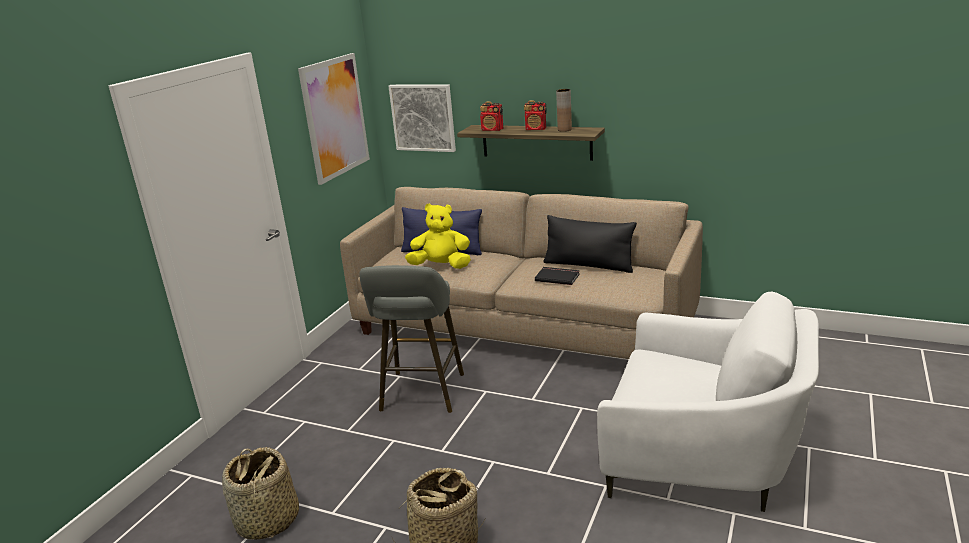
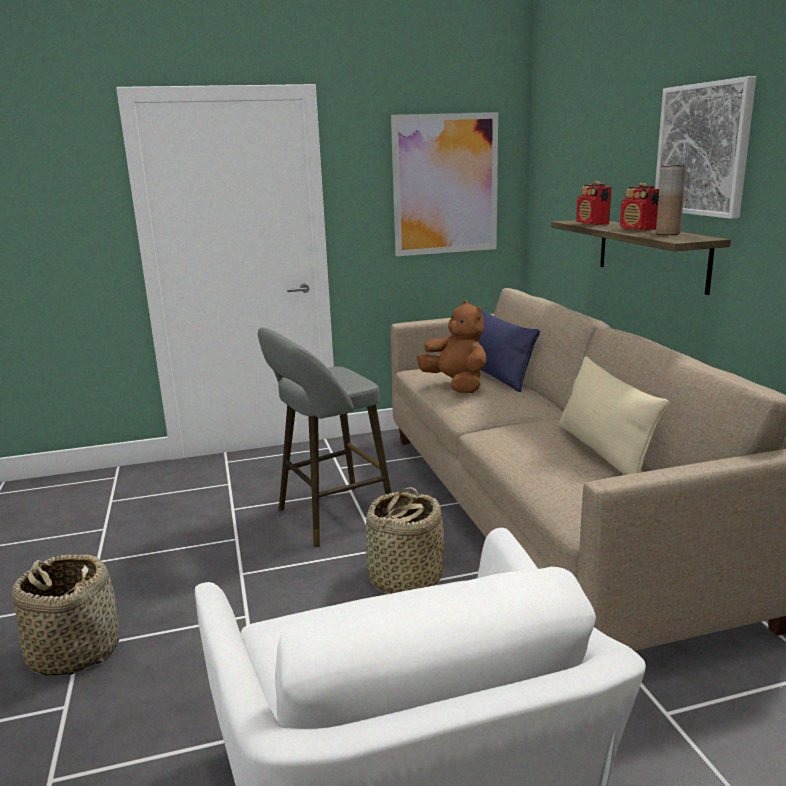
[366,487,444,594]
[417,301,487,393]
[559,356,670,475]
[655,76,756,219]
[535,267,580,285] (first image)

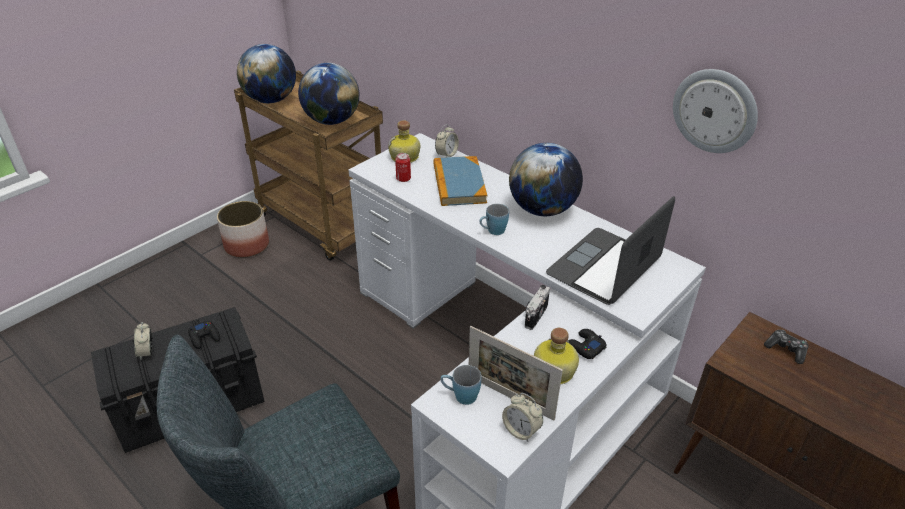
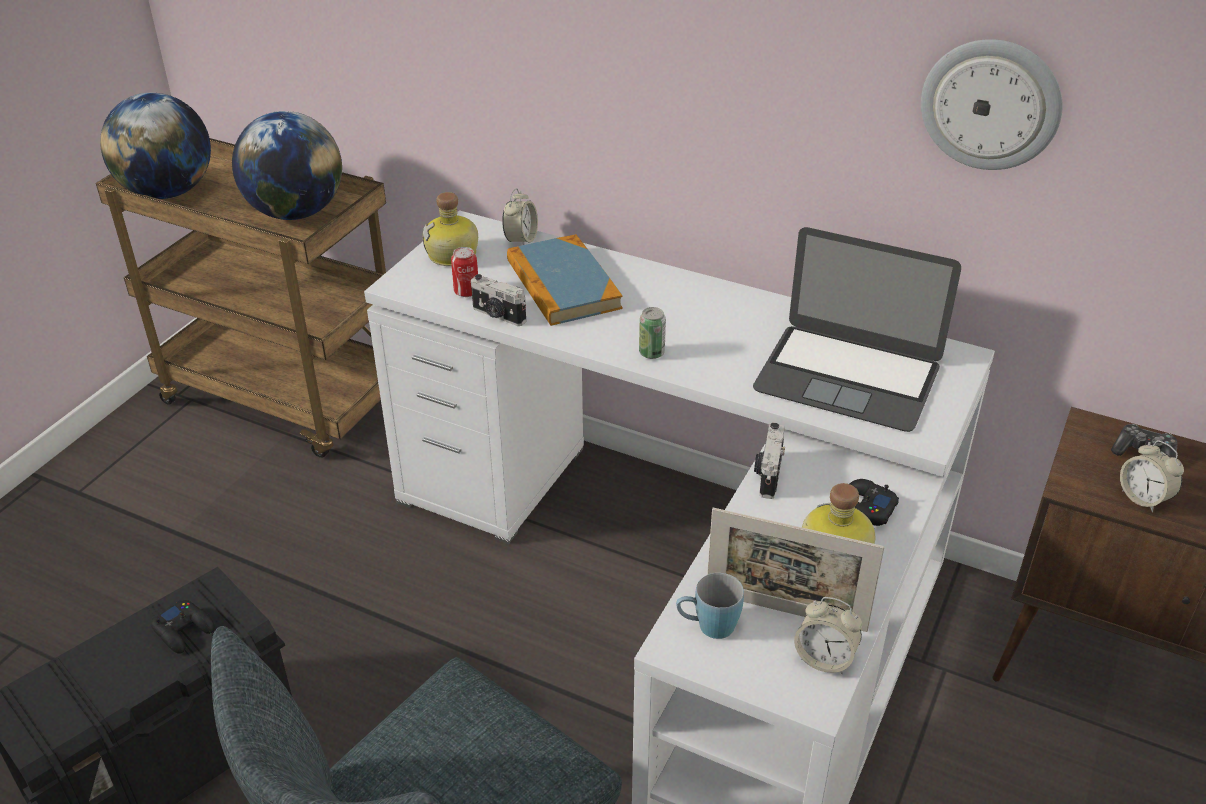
[471,274,526,326]
[639,307,666,359]
[753,227,961,432]
[1120,440,1184,512]
[217,201,269,257] (first image)
[509,143,583,216] (first image)

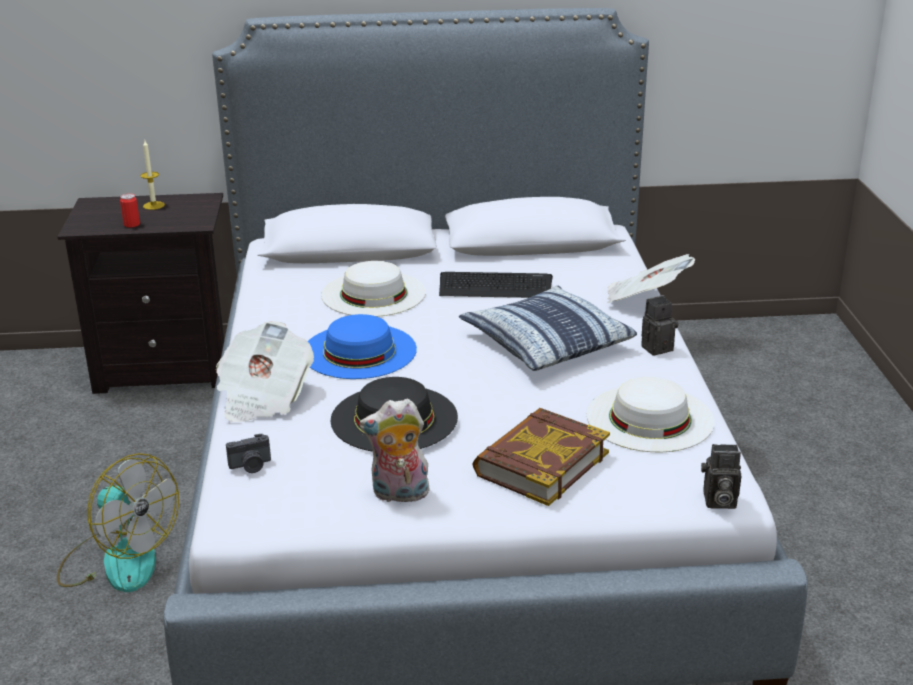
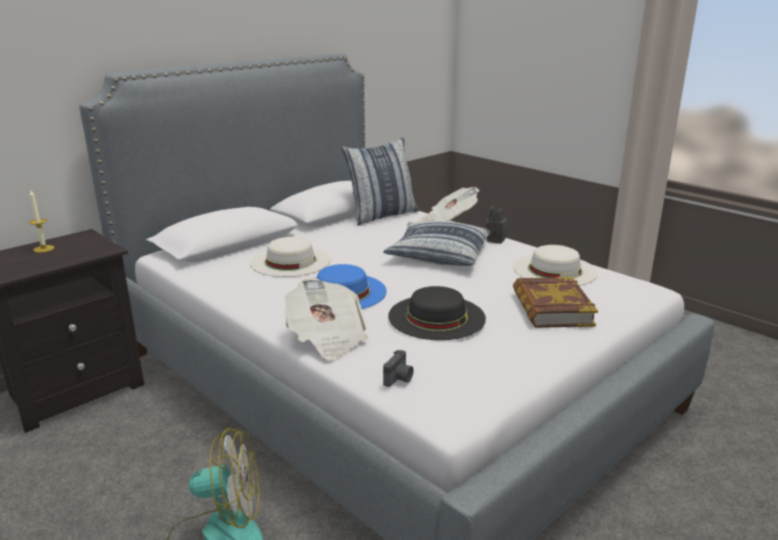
[341,137,419,225]
[120,193,140,228] (first image)
[359,399,430,502] (first image)
[439,272,553,298] (first image)
[701,444,741,509] (first image)

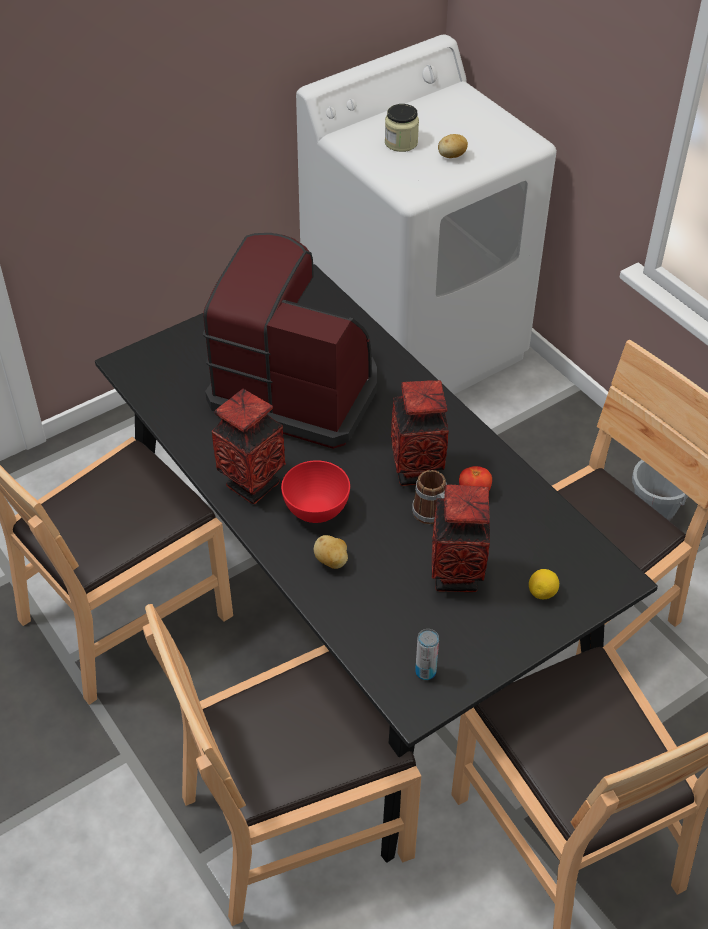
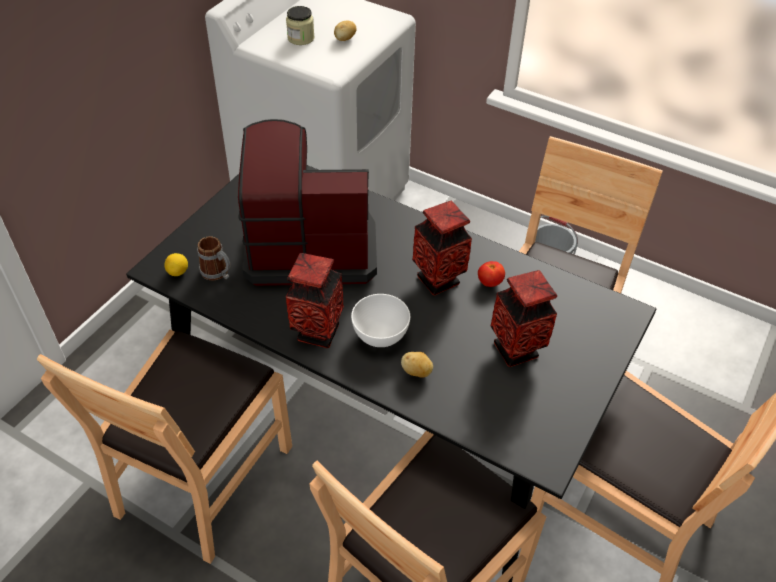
[165,253,188,276]
[197,236,231,281]
[351,294,410,347]
[415,629,439,680] (first image)

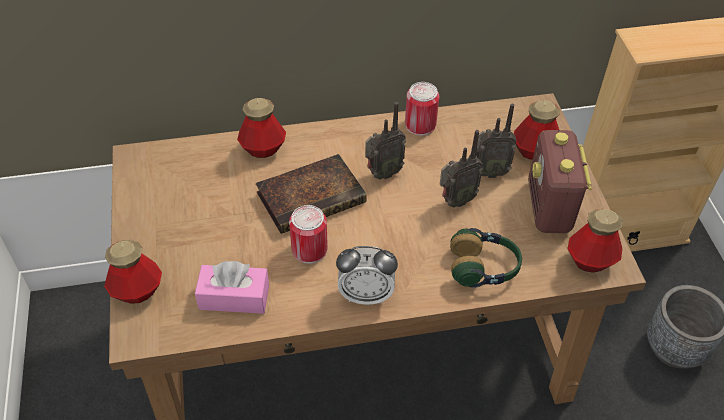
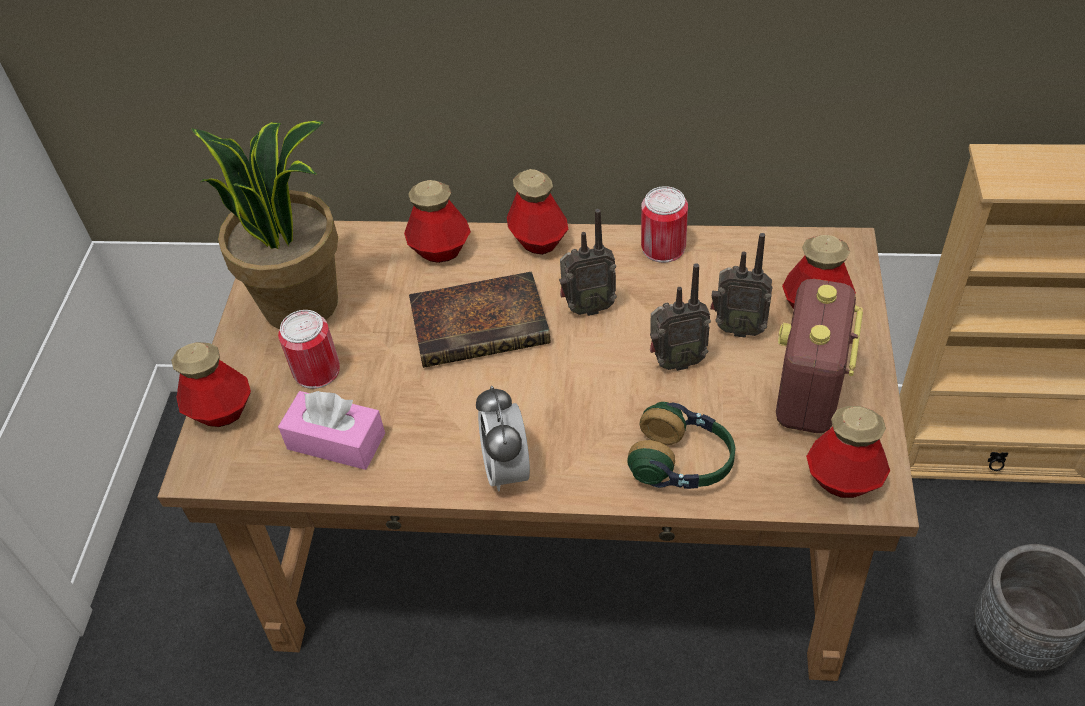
[191,121,338,329]
[278,310,340,389]
[476,386,530,491]
[507,169,568,255]

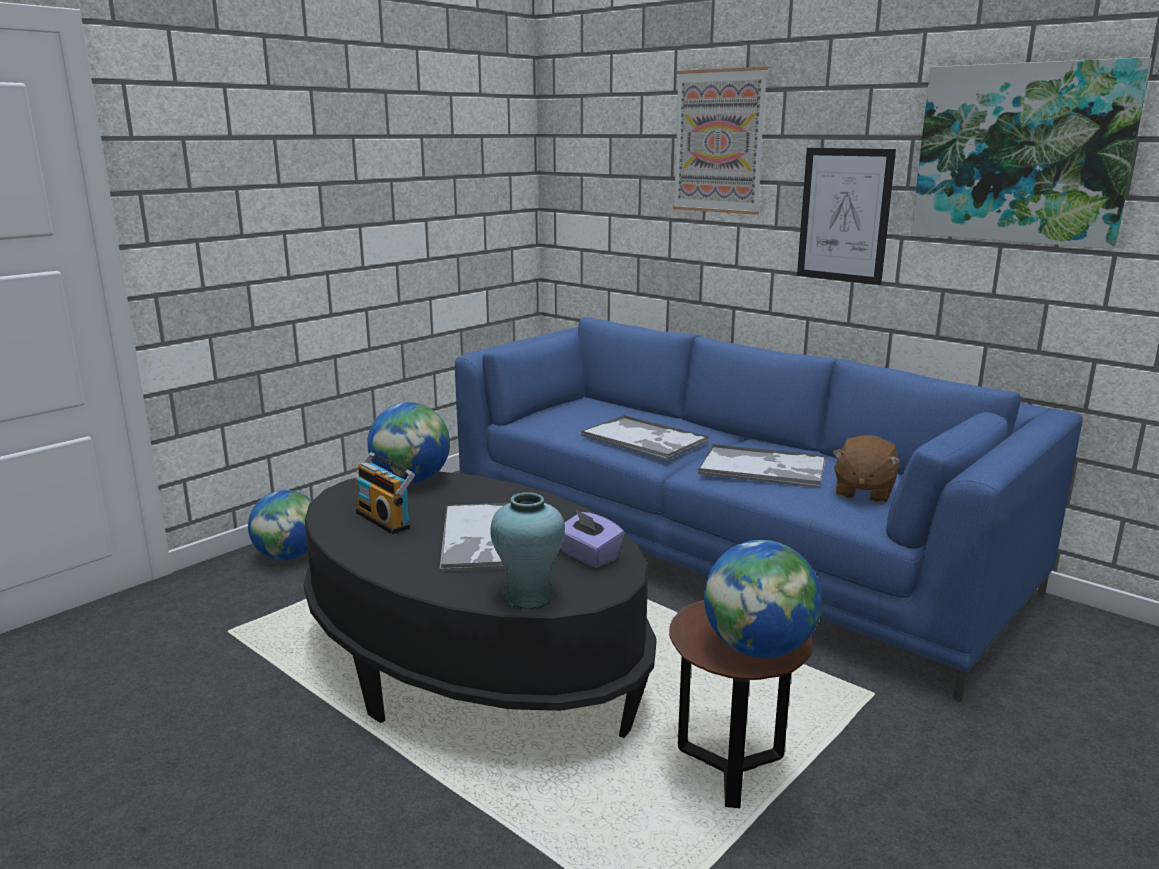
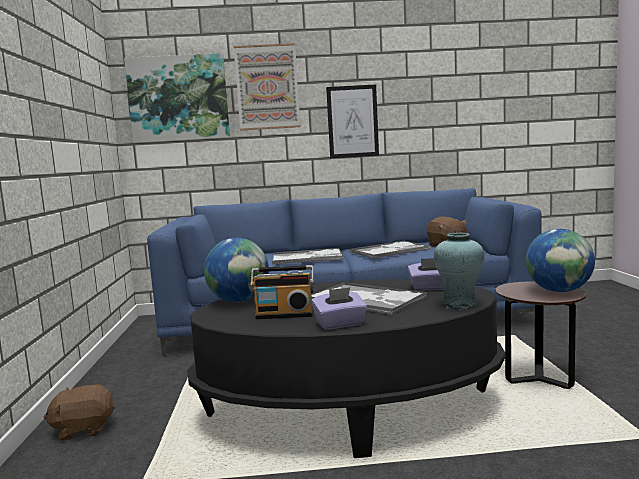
[44,384,115,441]
[124,53,230,143]
[311,287,367,330]

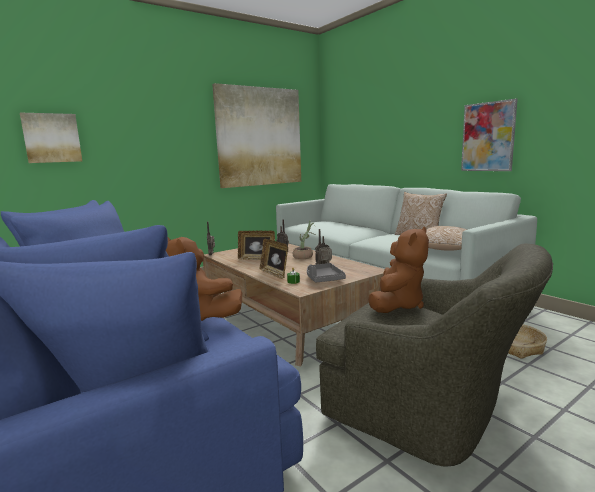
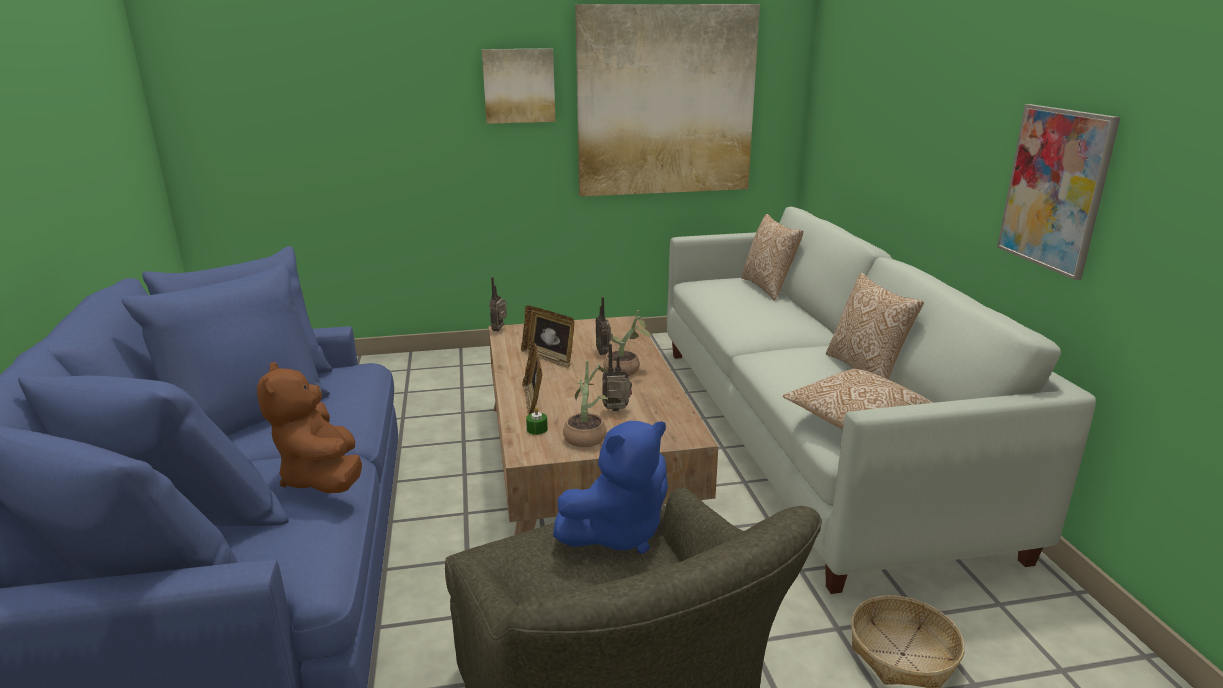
[482,48,555,124]
[553,421,668,554]
[563,361,608,447]
[741,214,804,301]

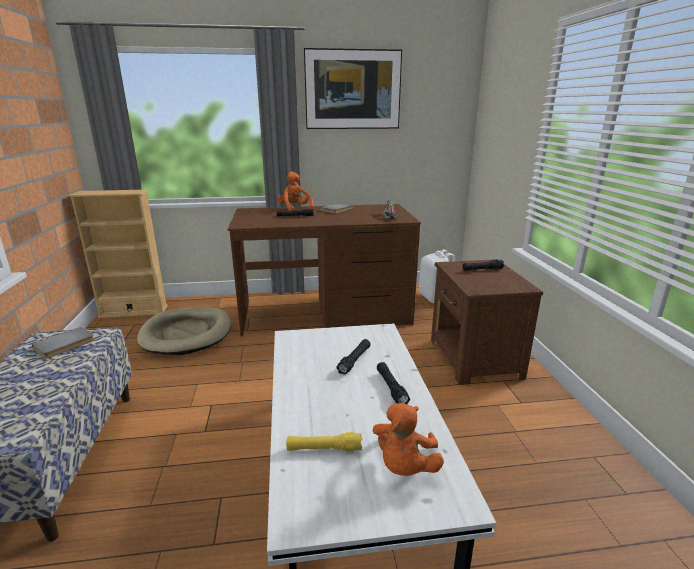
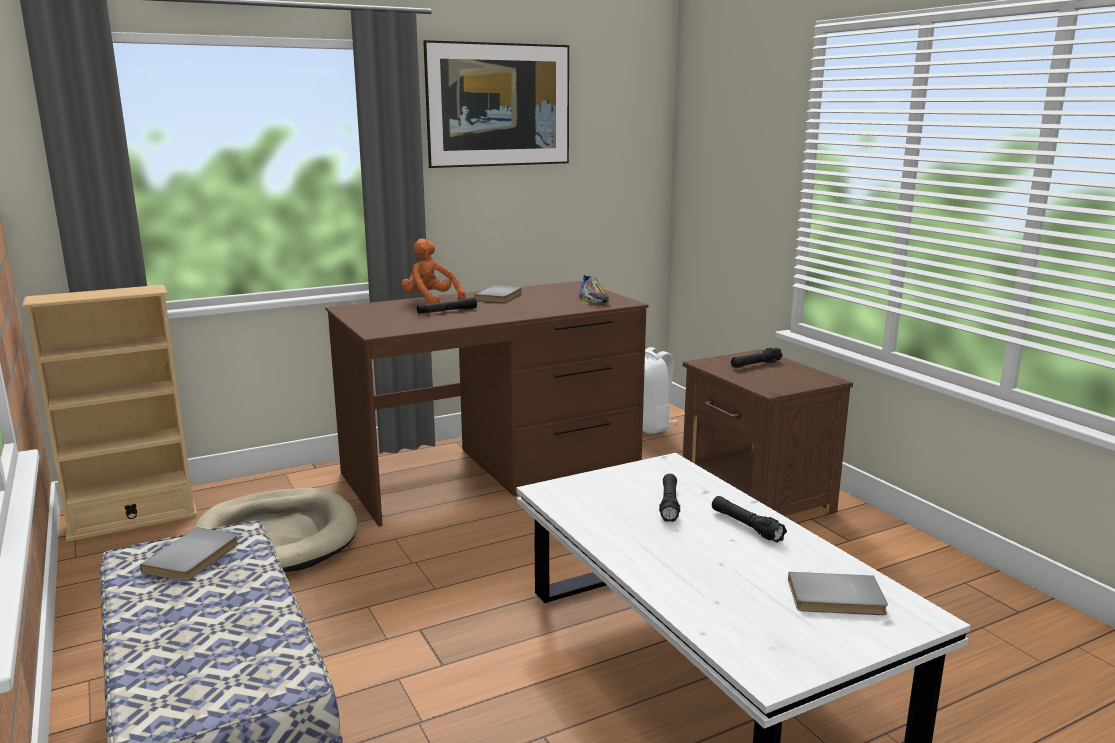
[788,572,888,615]
[286,432,362,452] (first image)

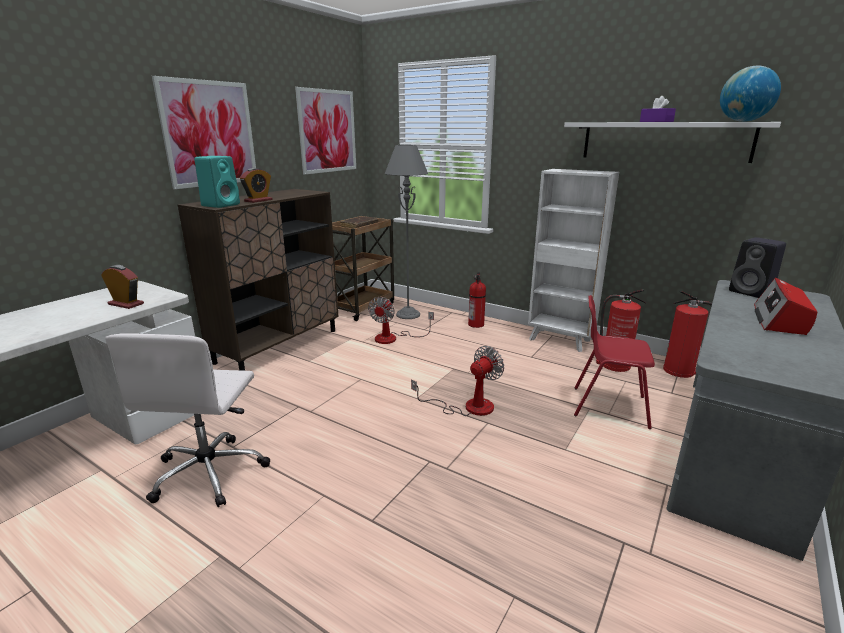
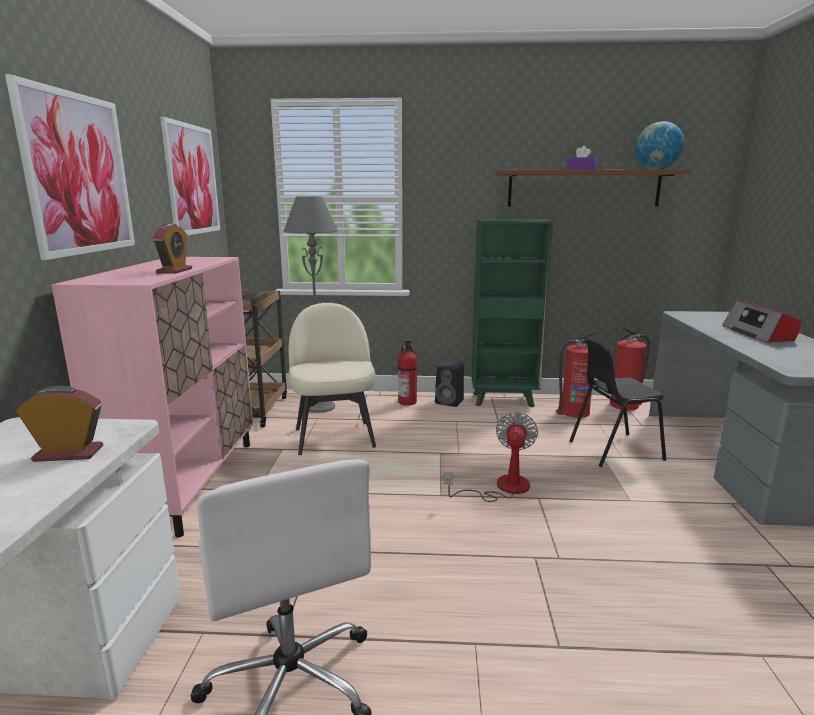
[51,257,253,538]
[288,303,376,455]
[435,361,464,407]
[472,219,553,407]
[497,169,692,207]
[570,340,666,467]
[194,156,240,208] (first image)

